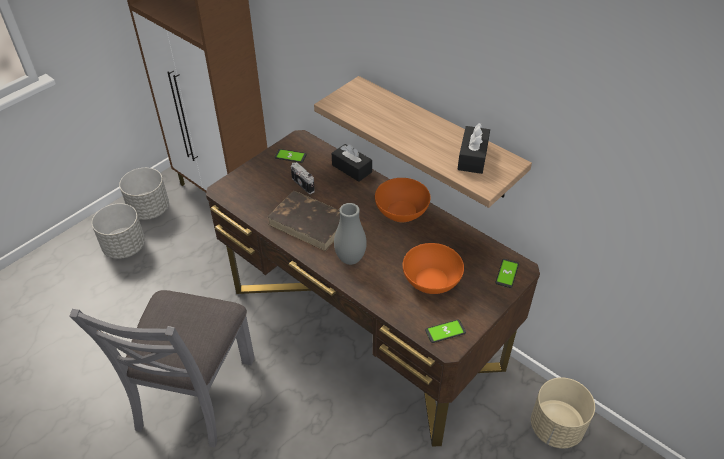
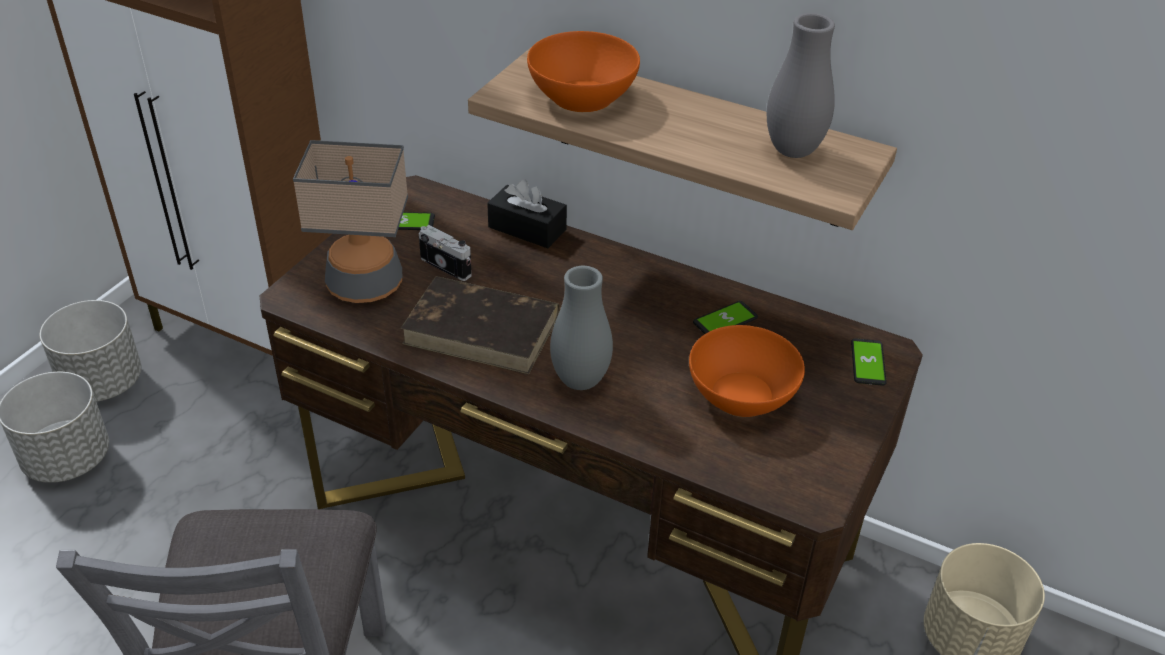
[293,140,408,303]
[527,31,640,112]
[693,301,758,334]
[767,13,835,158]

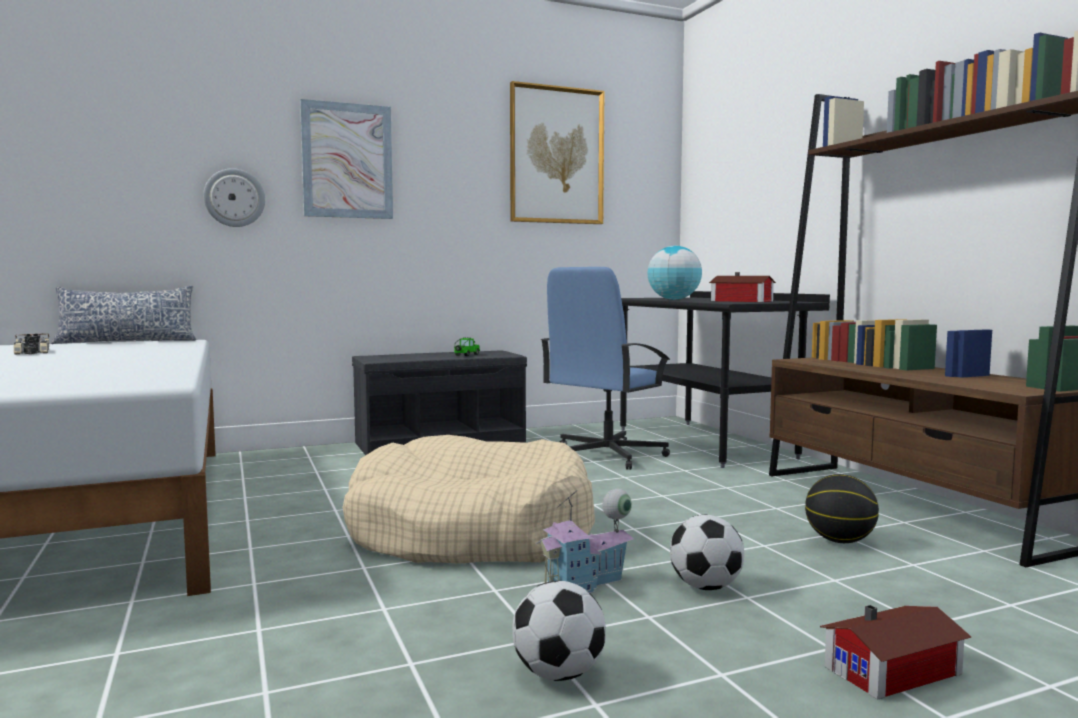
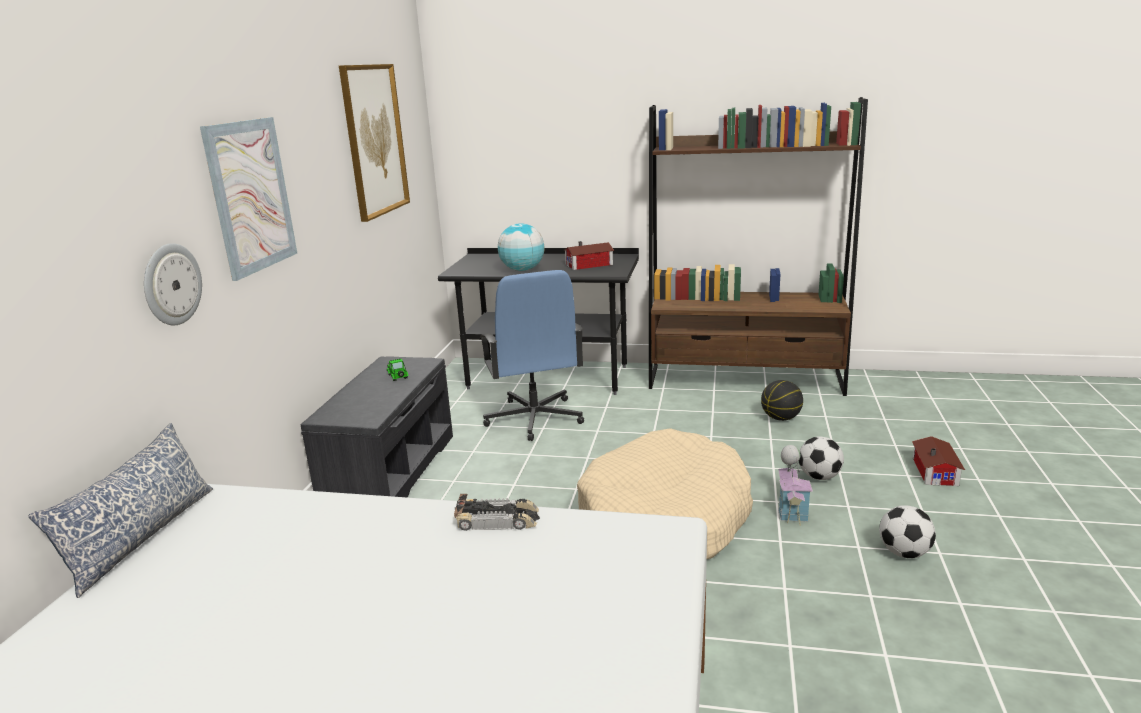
[454,494,540,531]

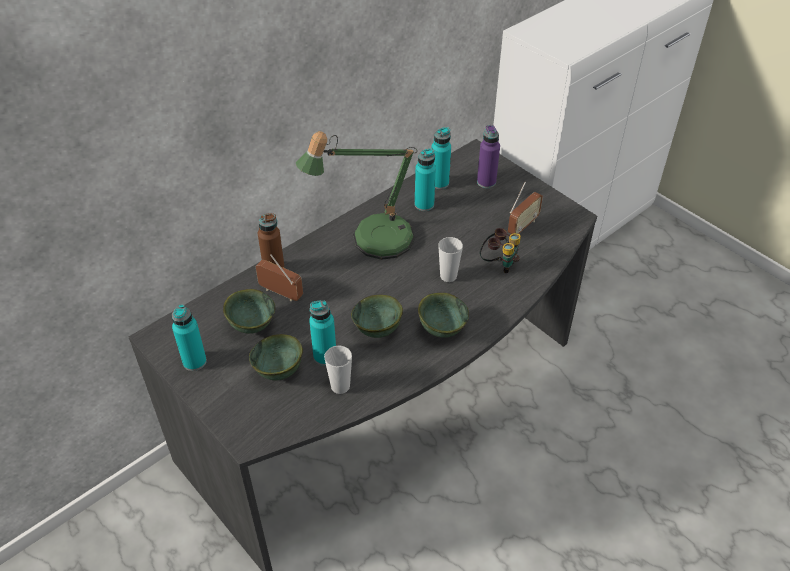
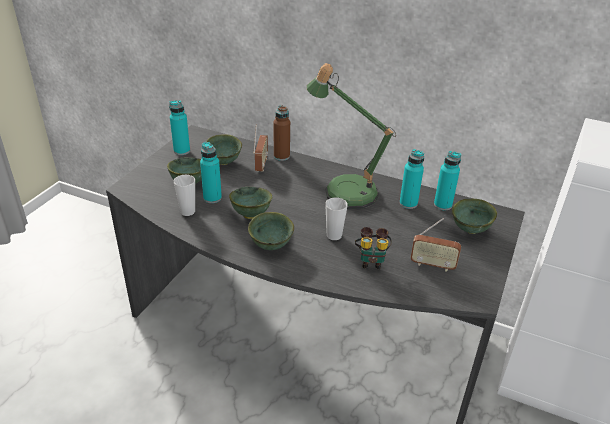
[452,199,497,234]

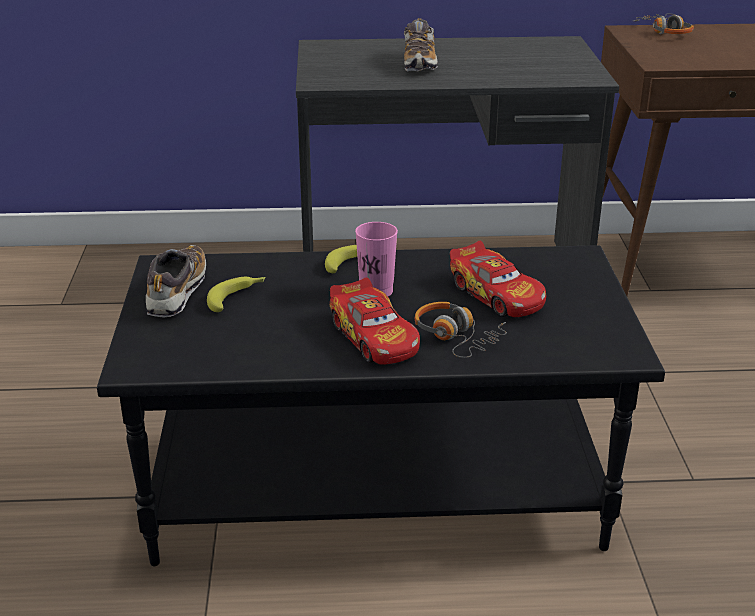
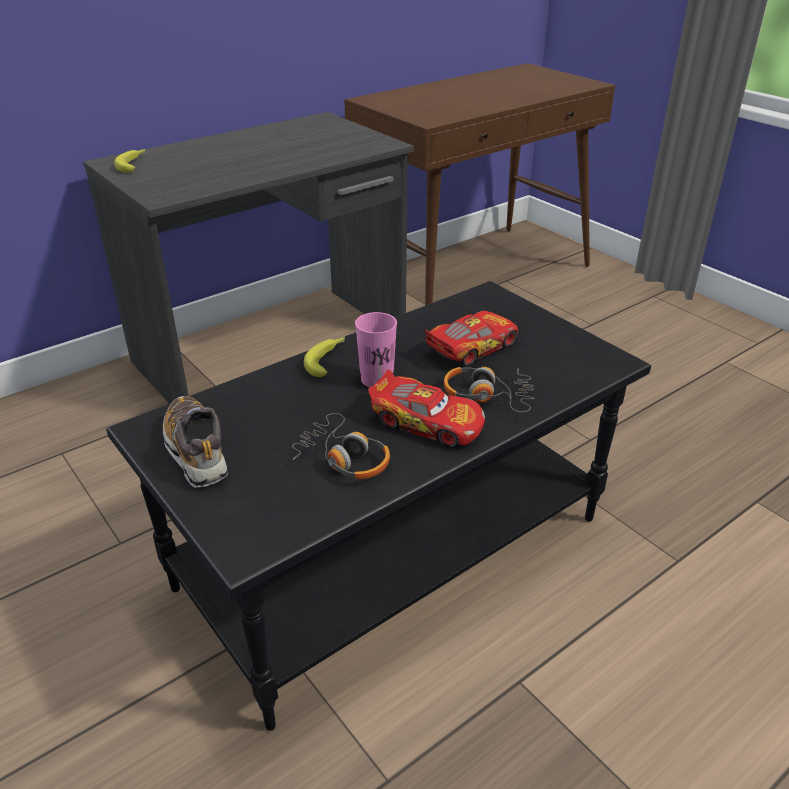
[114,149,145,173]
[292,413,390,479]
[424,311,518,367]
[404,18,438,72] (first image)

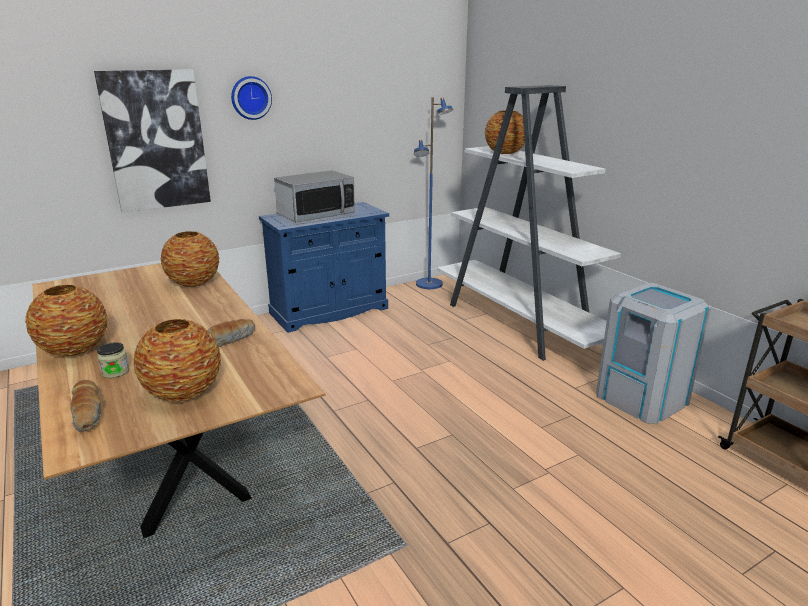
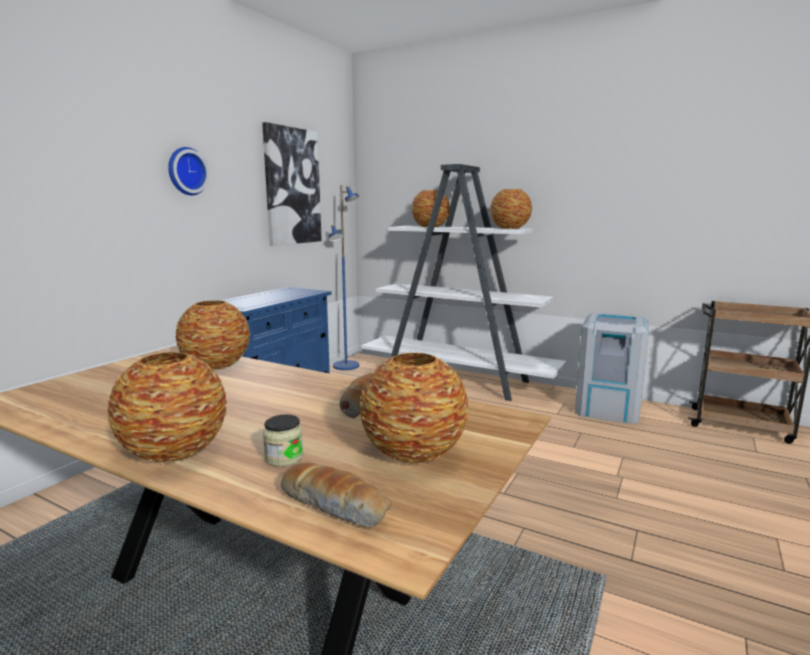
[262,122,322,246]
[490,189,532,229]
[274,170,355,223] (first image)

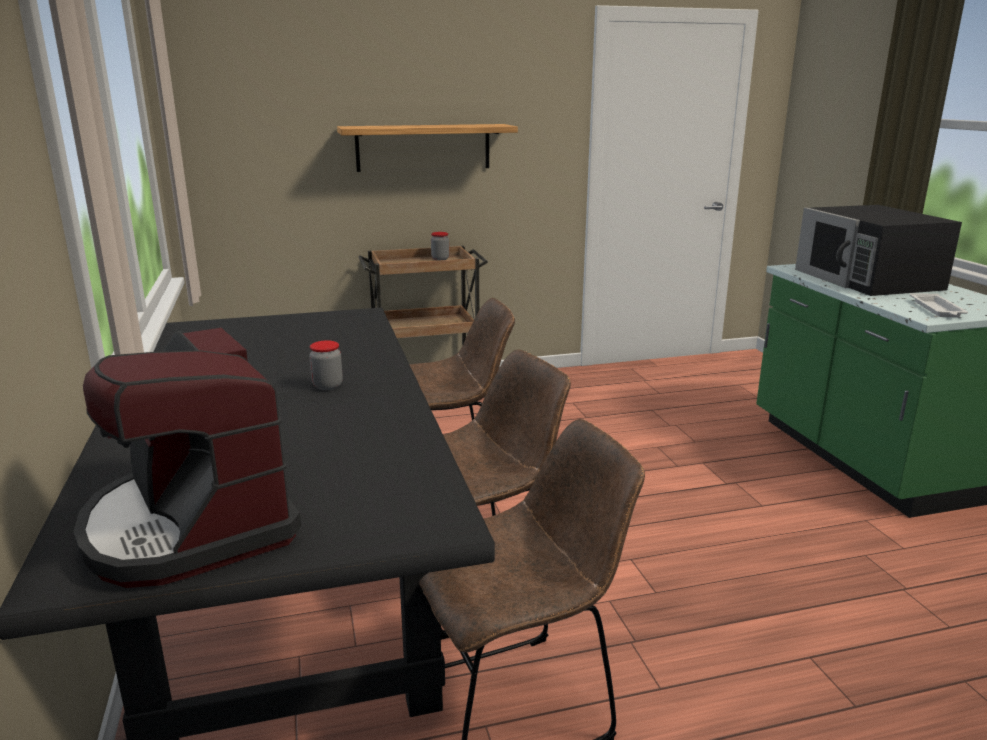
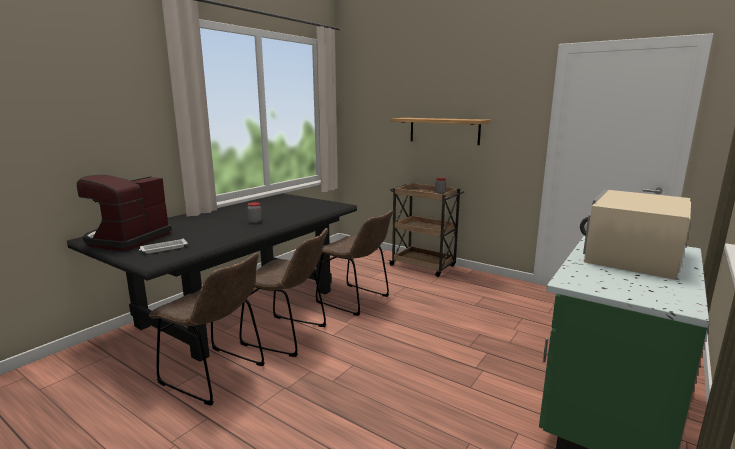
[139,239,188,254]
[580,189,691,280]

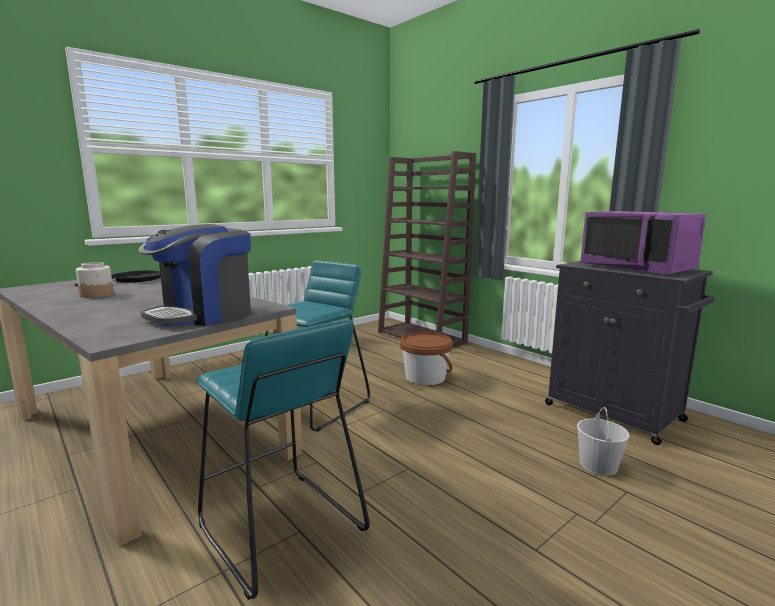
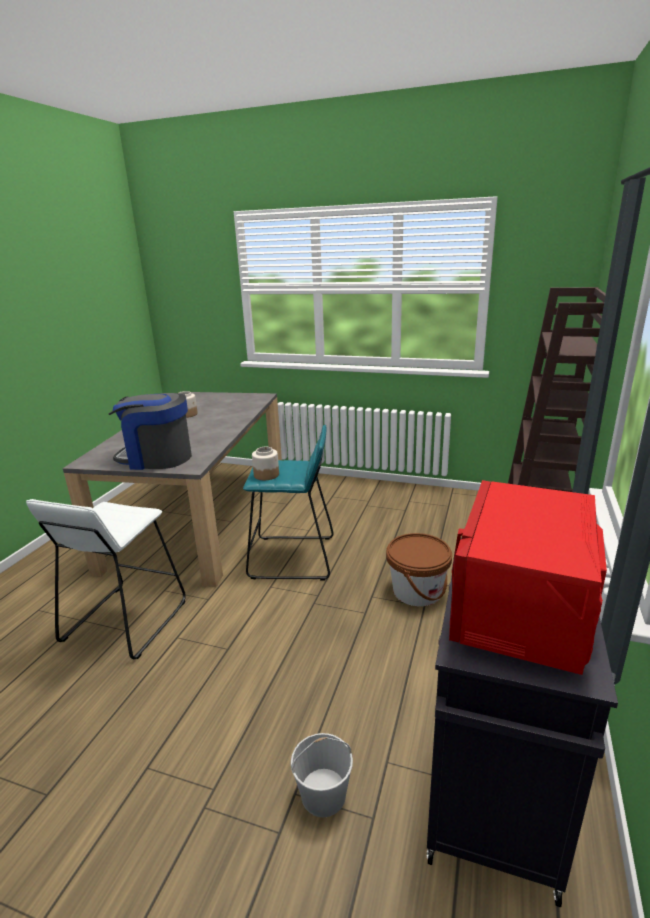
[26,499,186,659]
[252,447,279,480]
[449,480,607,675]
[75,270,161,286] (first image)

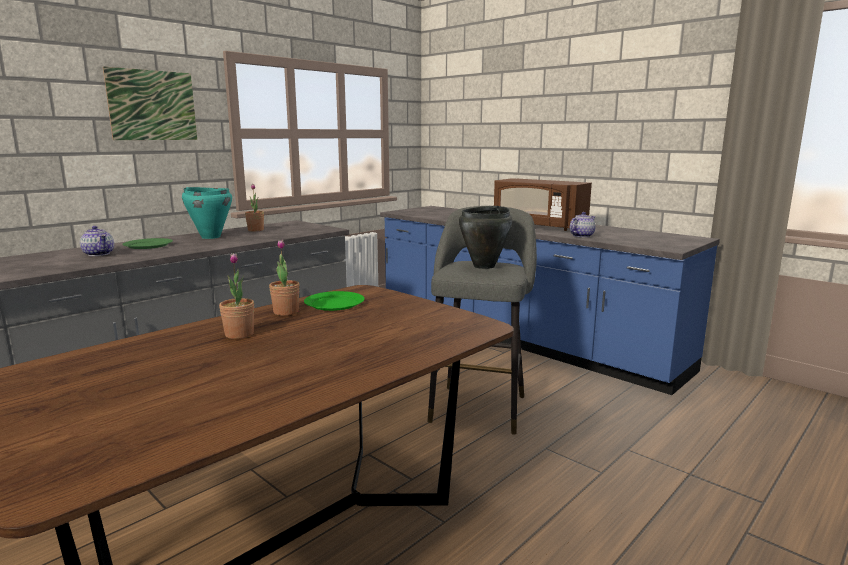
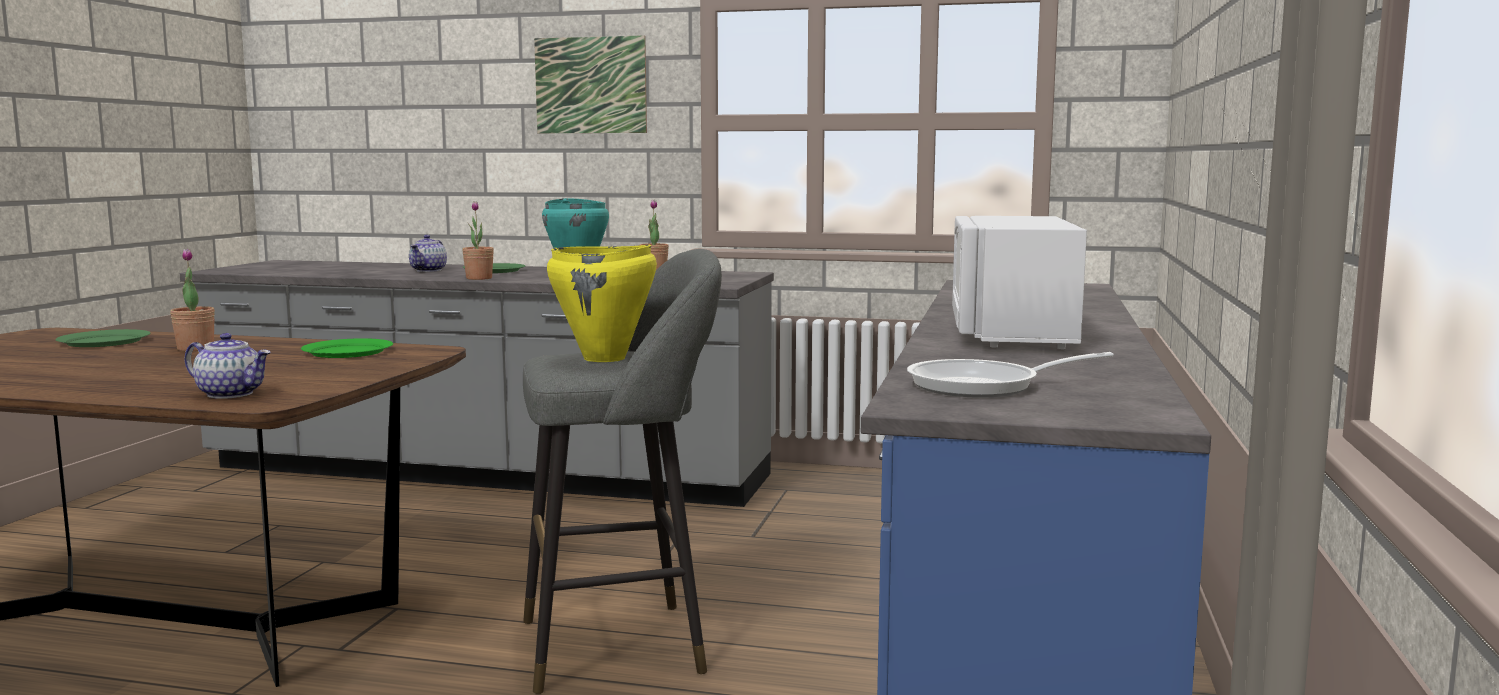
[56,329,151,347]
[185,333,271,399]
[462,201,494,280]
[547,244,657,362]
[907,352,1114,398]
[952,216,1087,349]

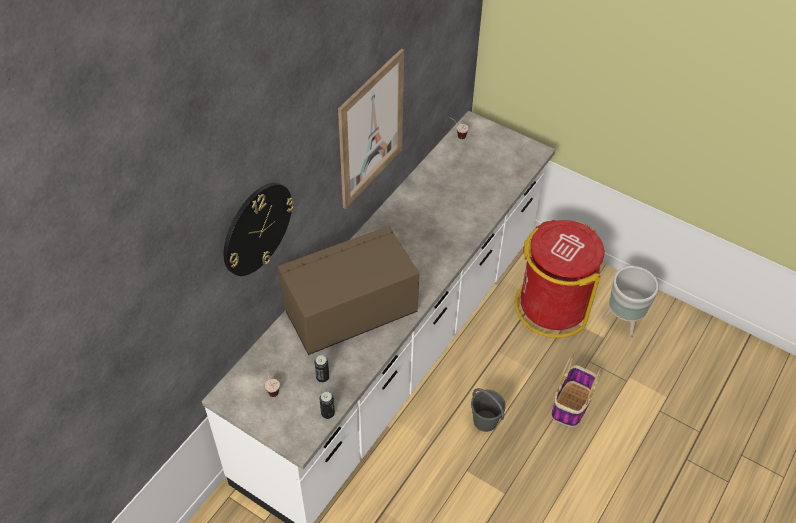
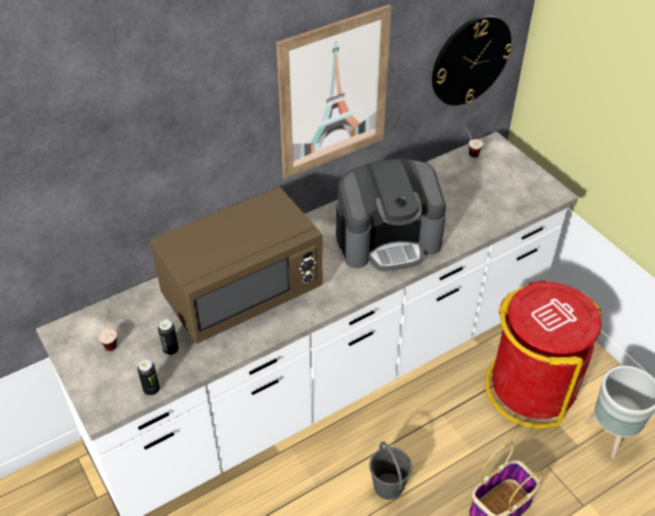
[150,187,323,344]
[336,159,446,271]
[432,15,513,105]

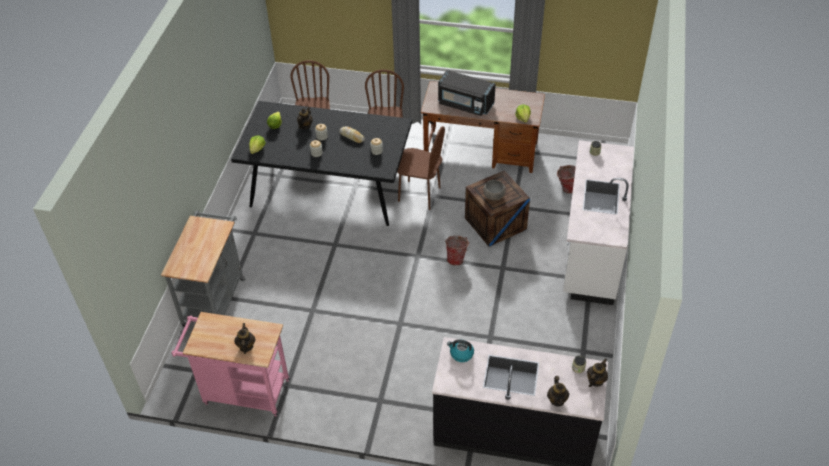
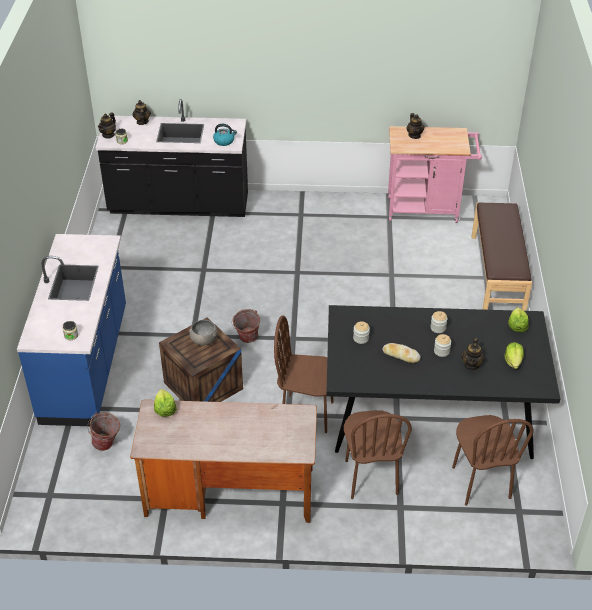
[17,234,126,426]
[471,202,532,311]
[438,70,496,116] (first image)

